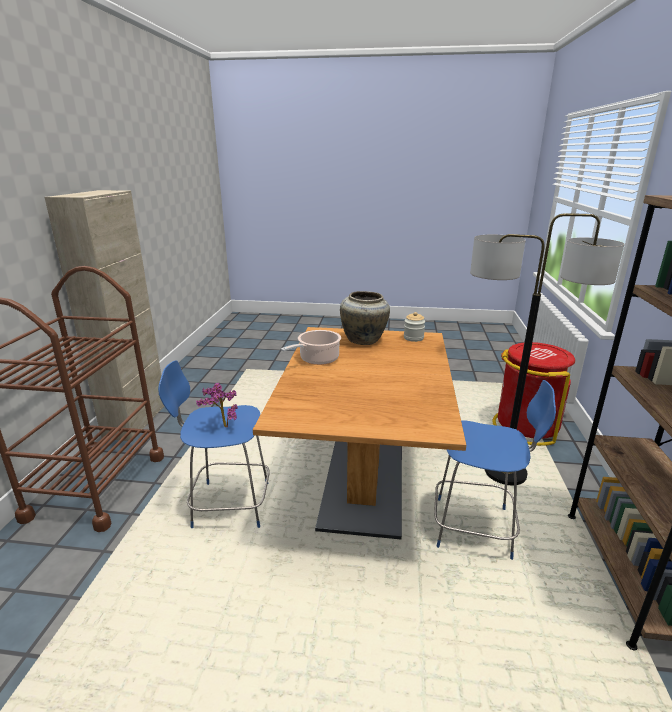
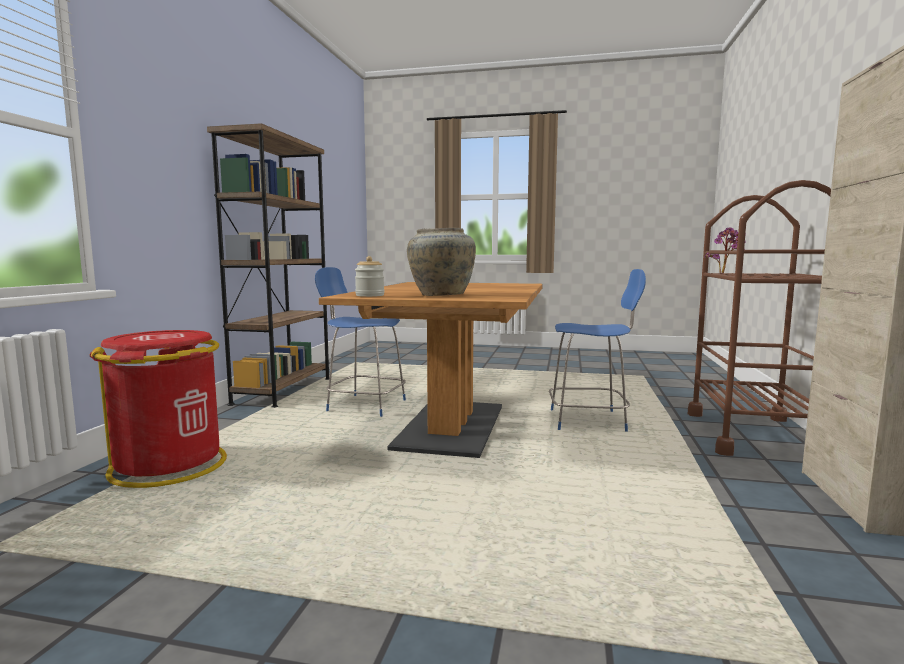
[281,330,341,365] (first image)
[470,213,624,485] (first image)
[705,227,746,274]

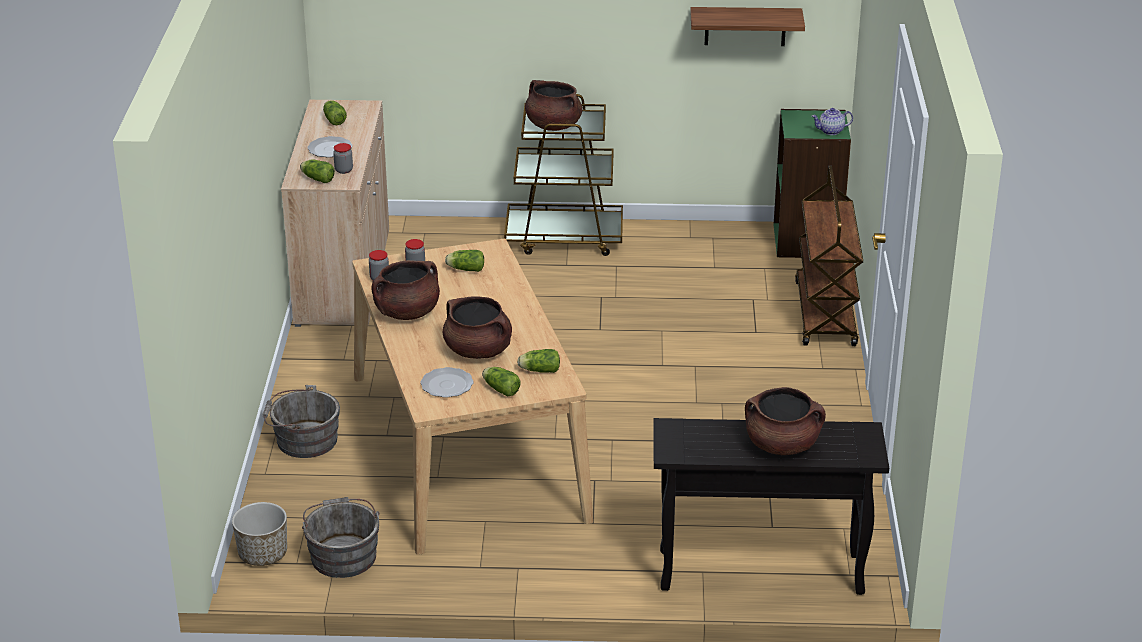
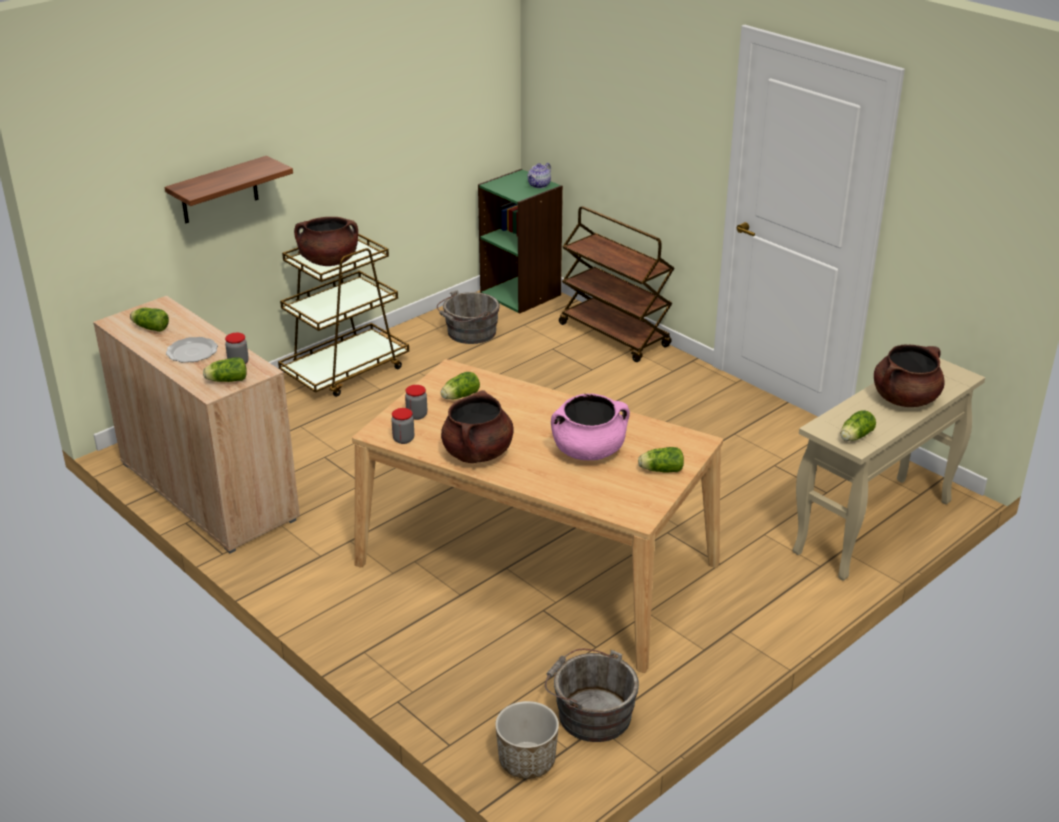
[420,367,474,398] (first image)
[437,290,500,344]
[841,410,876,441]
[165,156,293,223]
[551,393,630,460]
[792,358,985,581]

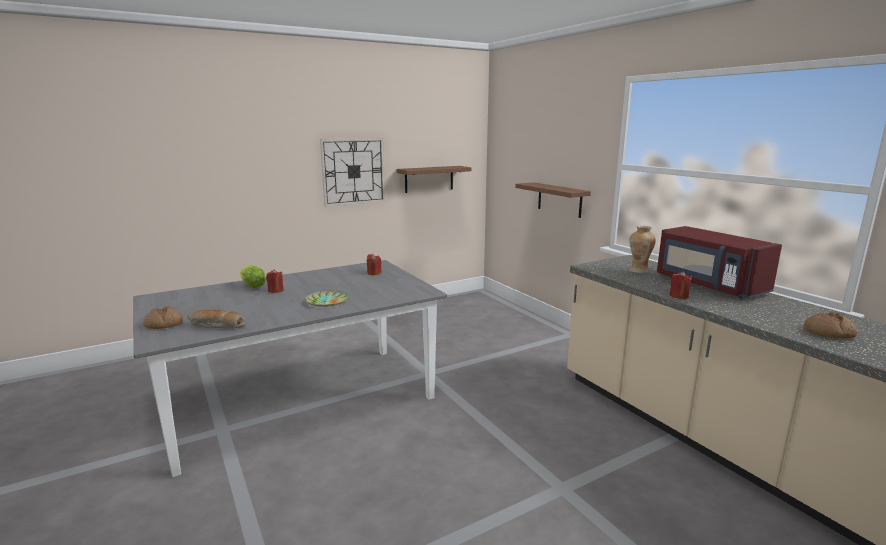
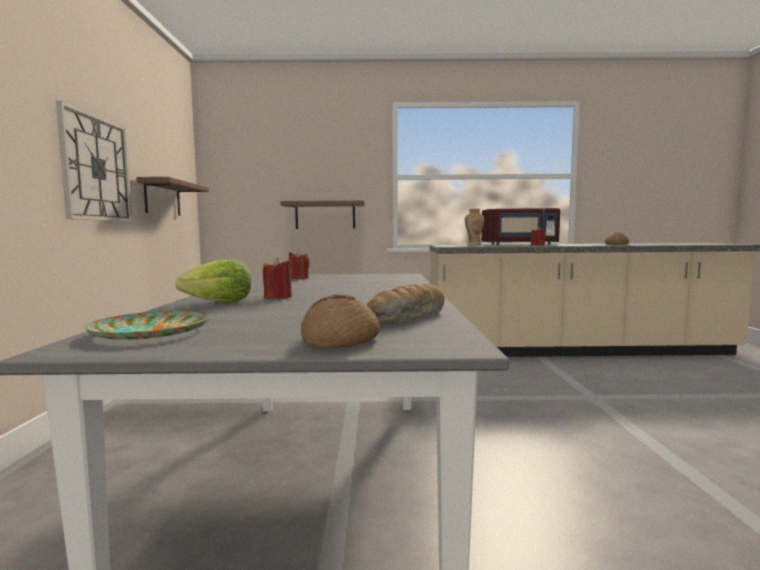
[85,311,209,340]

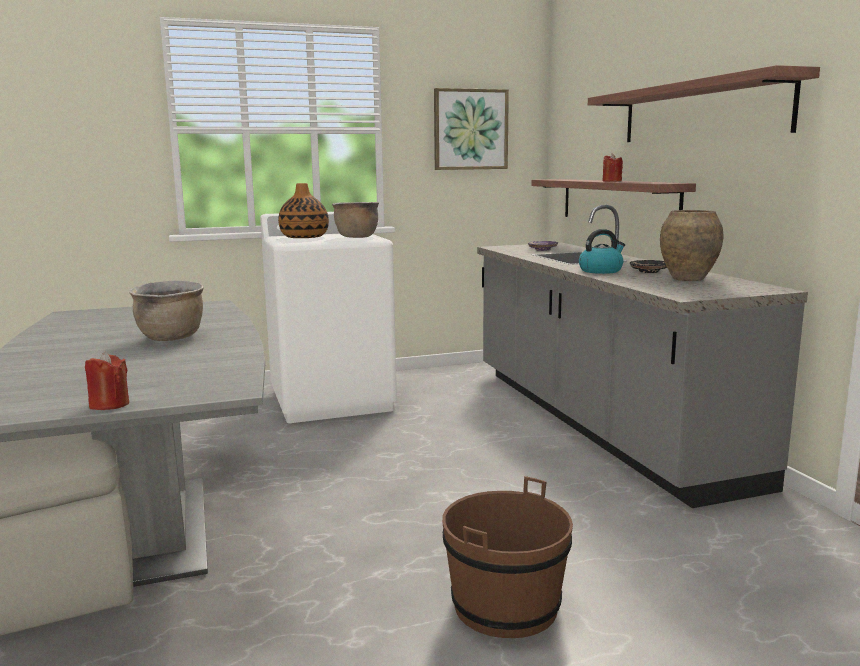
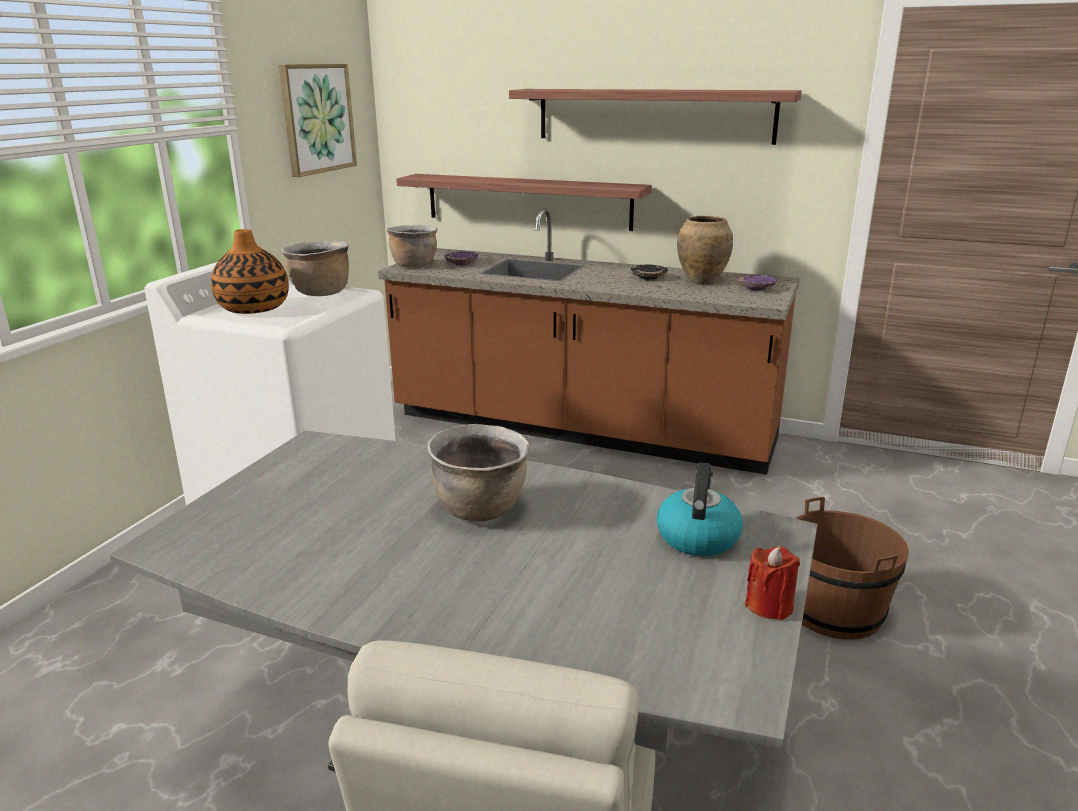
[602,153,623,182] (first image)
[387,225,437,268]
[737,275,777,290]
[657,462,743,556]
[378,209,800,475]

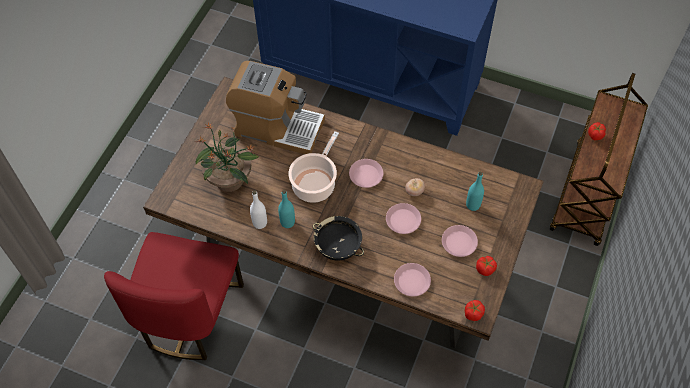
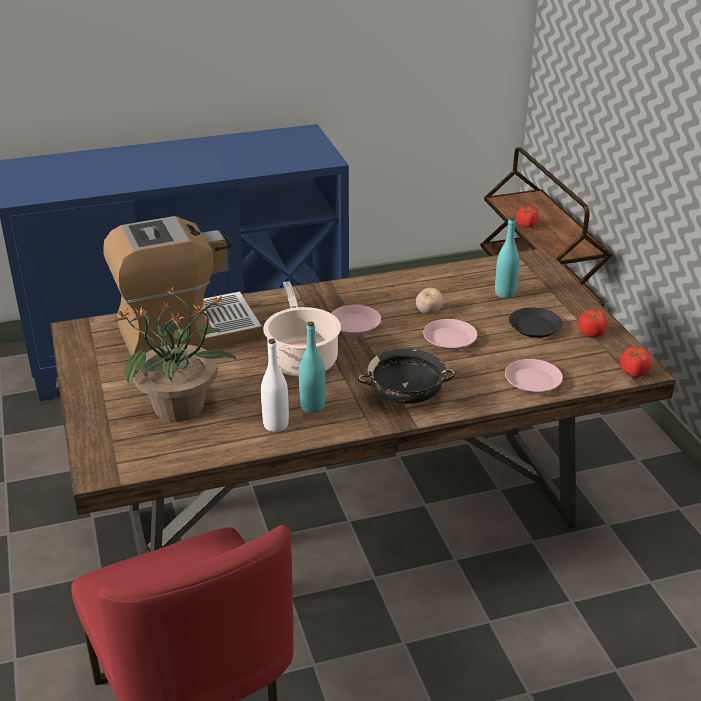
[509,307,563,338]

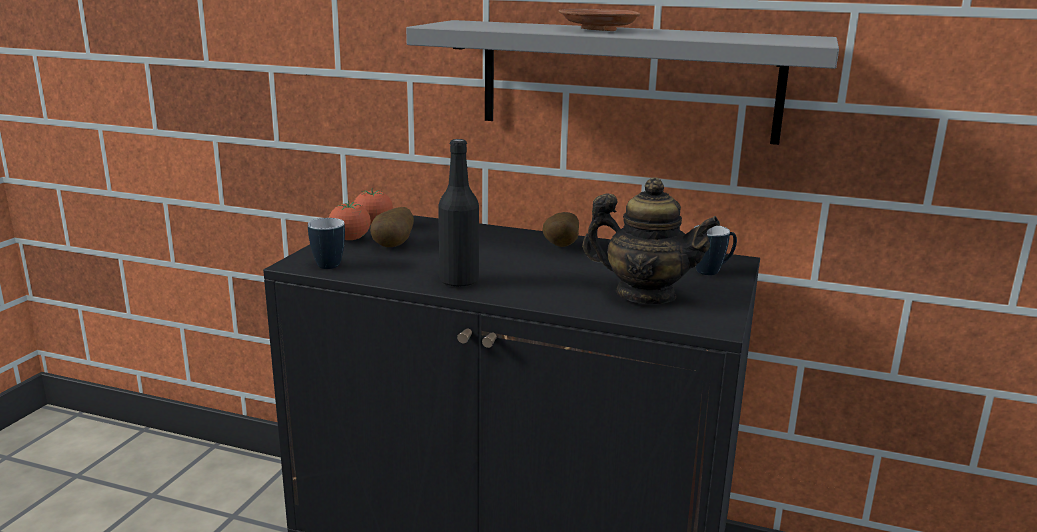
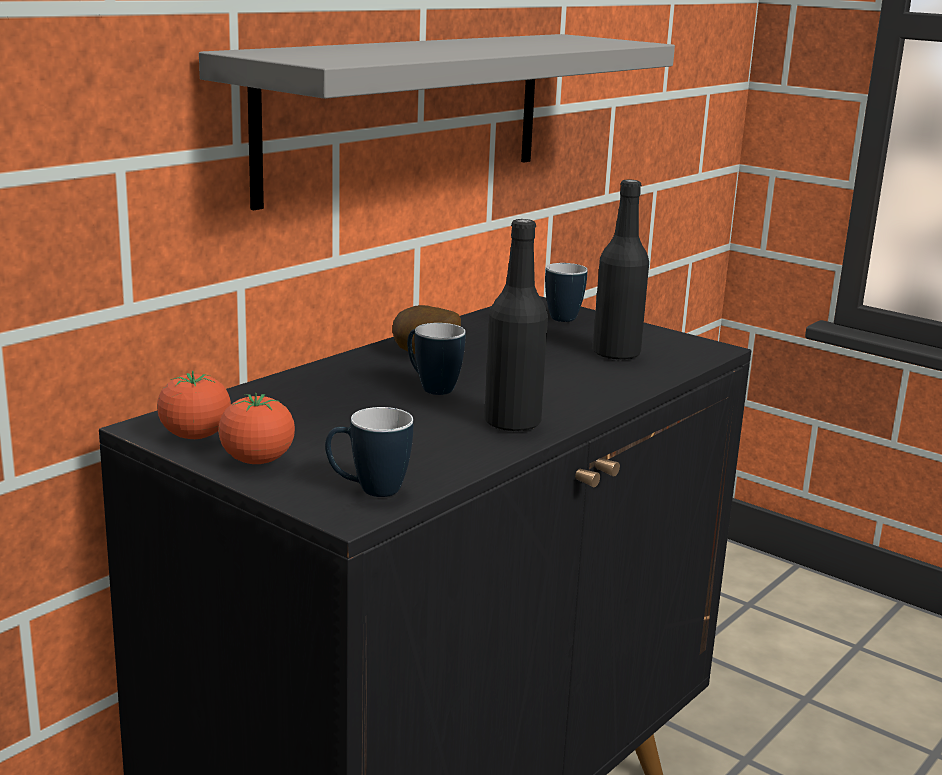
[370,207,414,247] (first image)
[559,8,640,31] (first image)
[407,323,465,395]
[593,179,649,361]

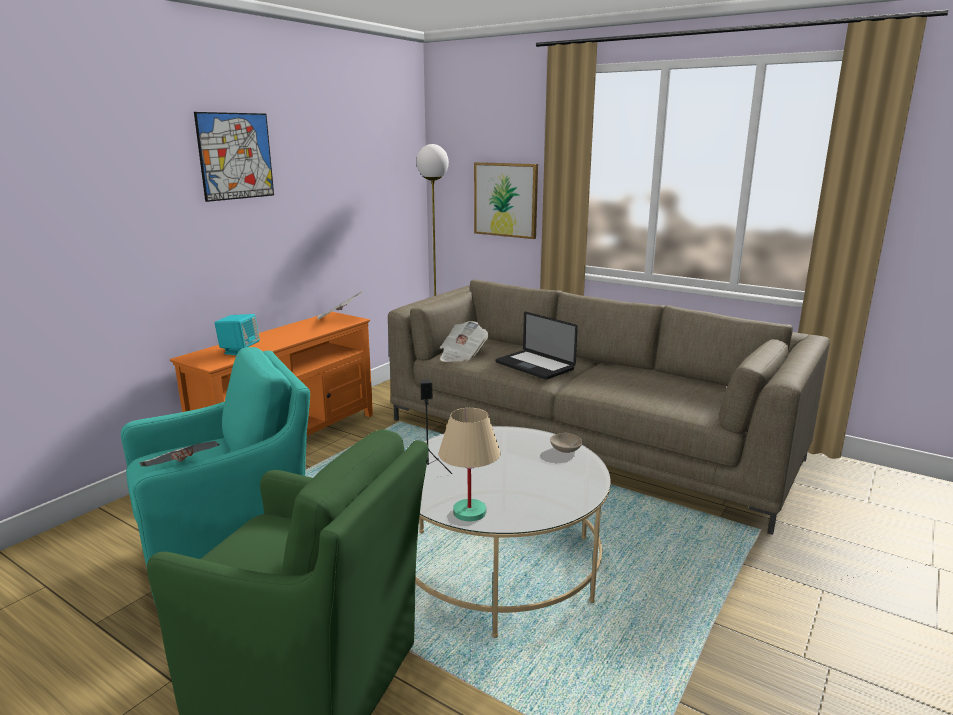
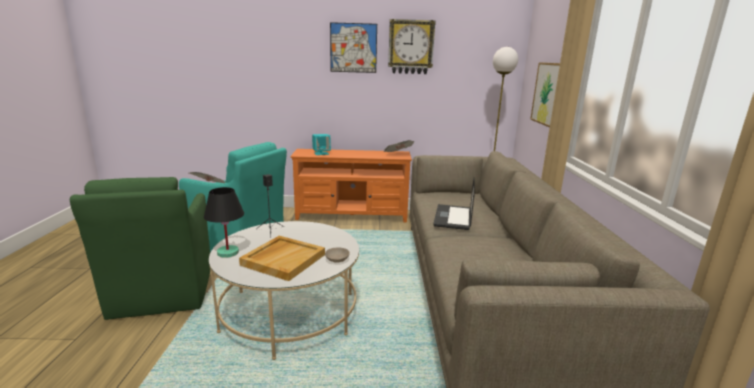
[439,321,488,362] (first image)
[239,236,325,281]
[388,19,436,74]
[204,187,244,258]

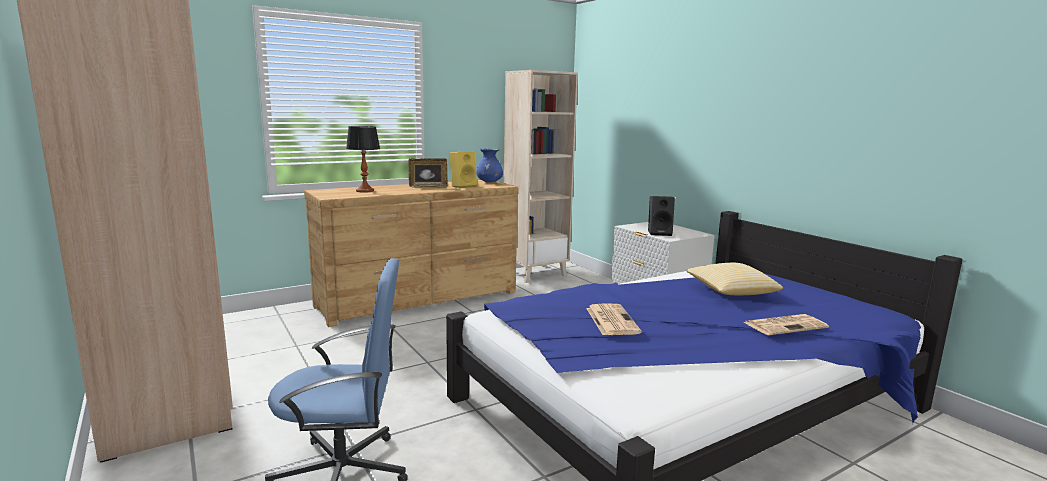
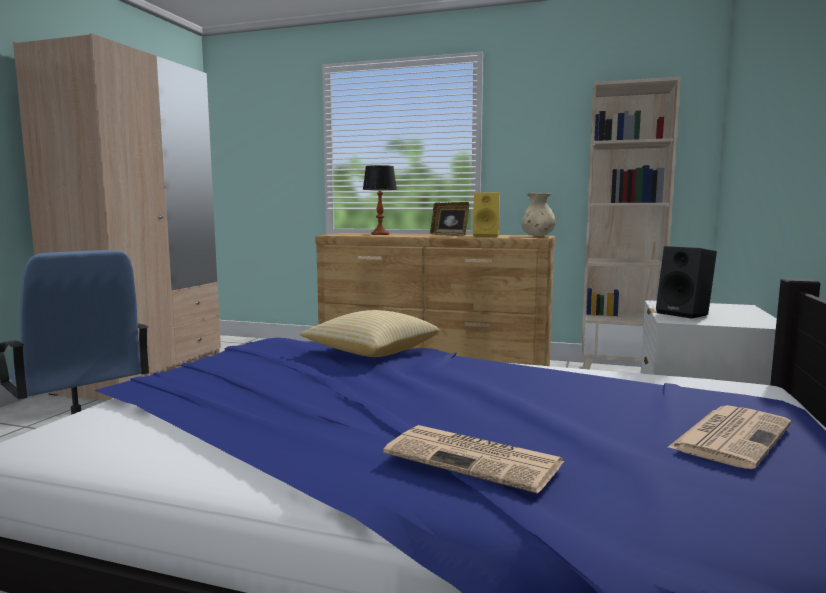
[667,405,791,469]
[300,310,439,357]
[521,193,555,236]

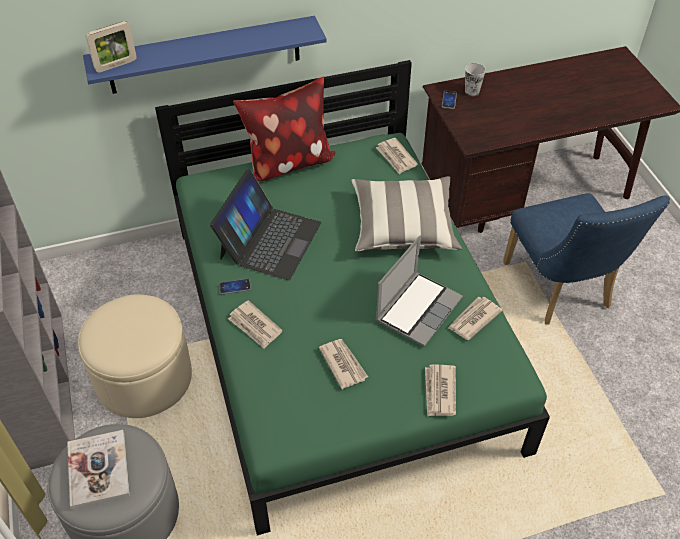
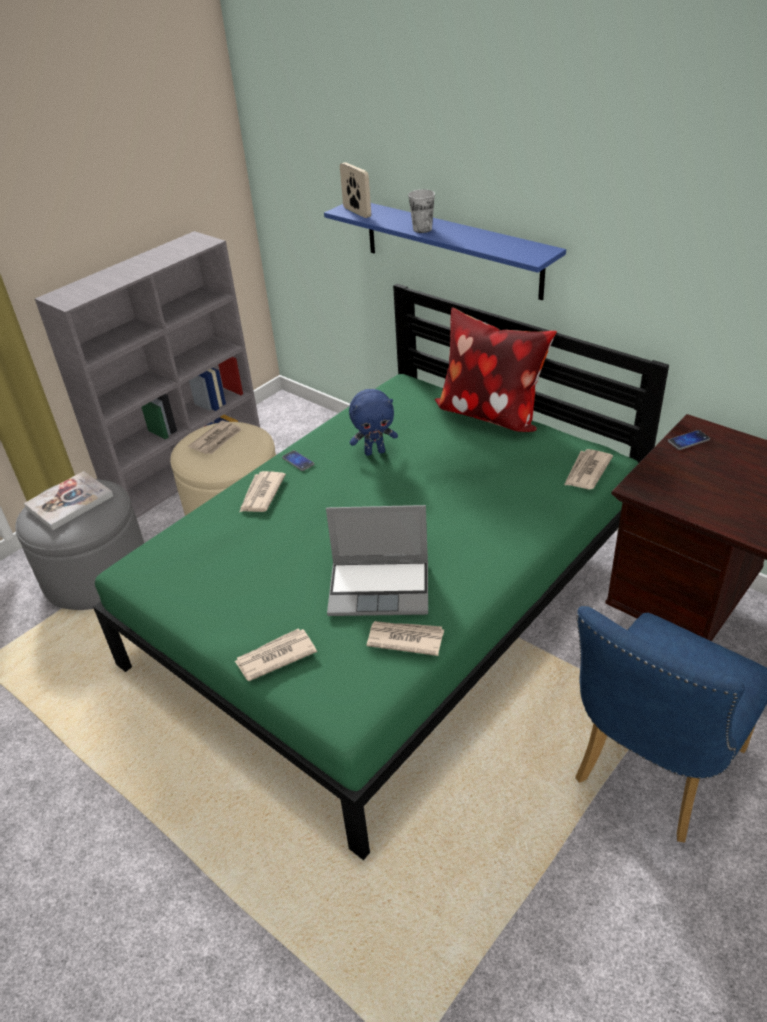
[352,176,462,251] (first image)
[188,421,242,454]
[408,189,435,233]
[349,389,398,456]
[340,162,371,218]

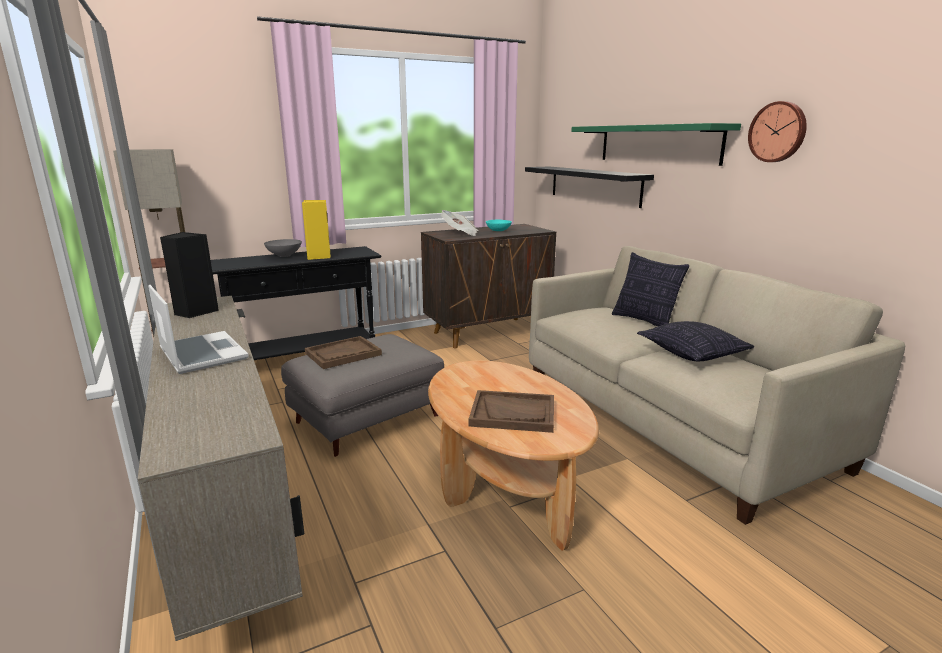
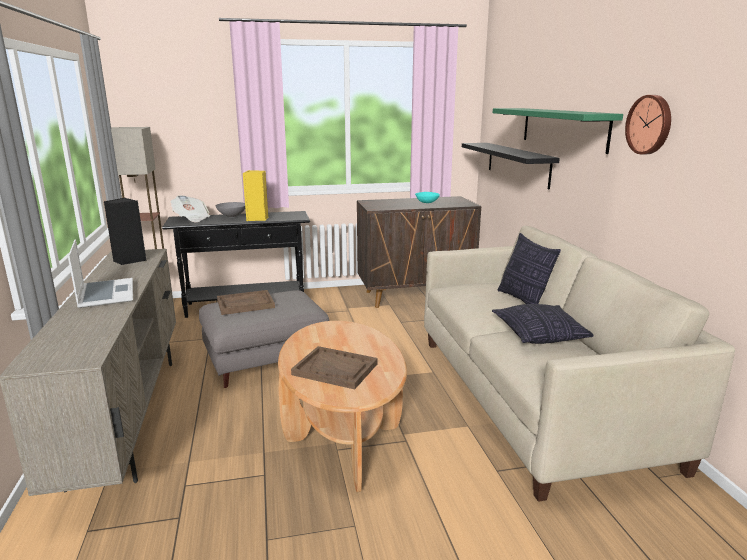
[171,195,210,222]

